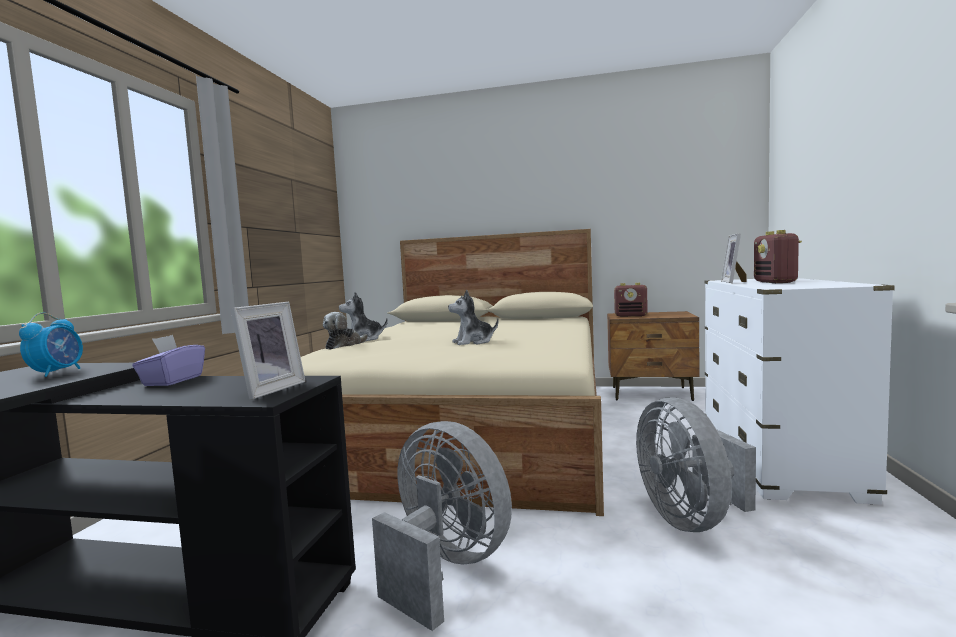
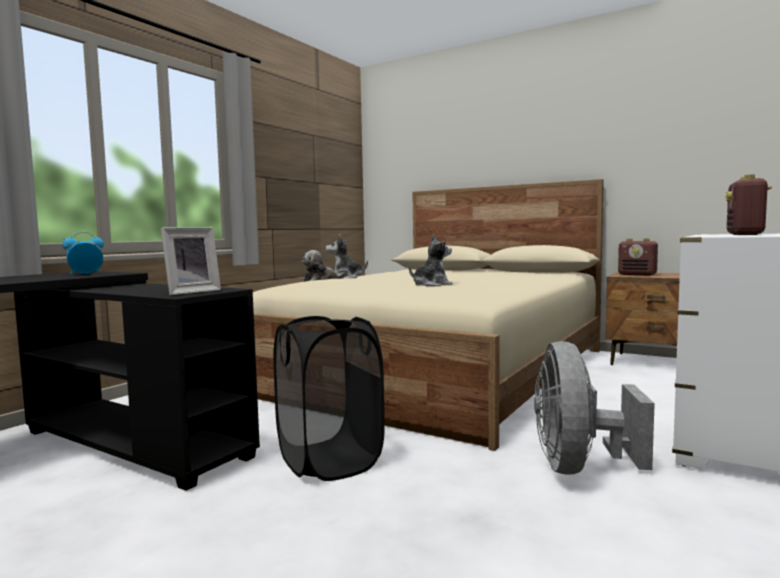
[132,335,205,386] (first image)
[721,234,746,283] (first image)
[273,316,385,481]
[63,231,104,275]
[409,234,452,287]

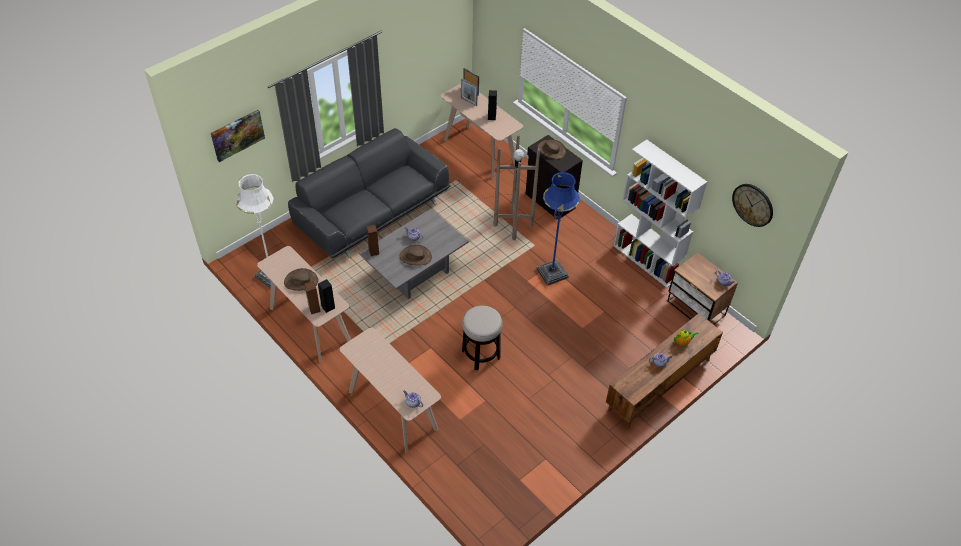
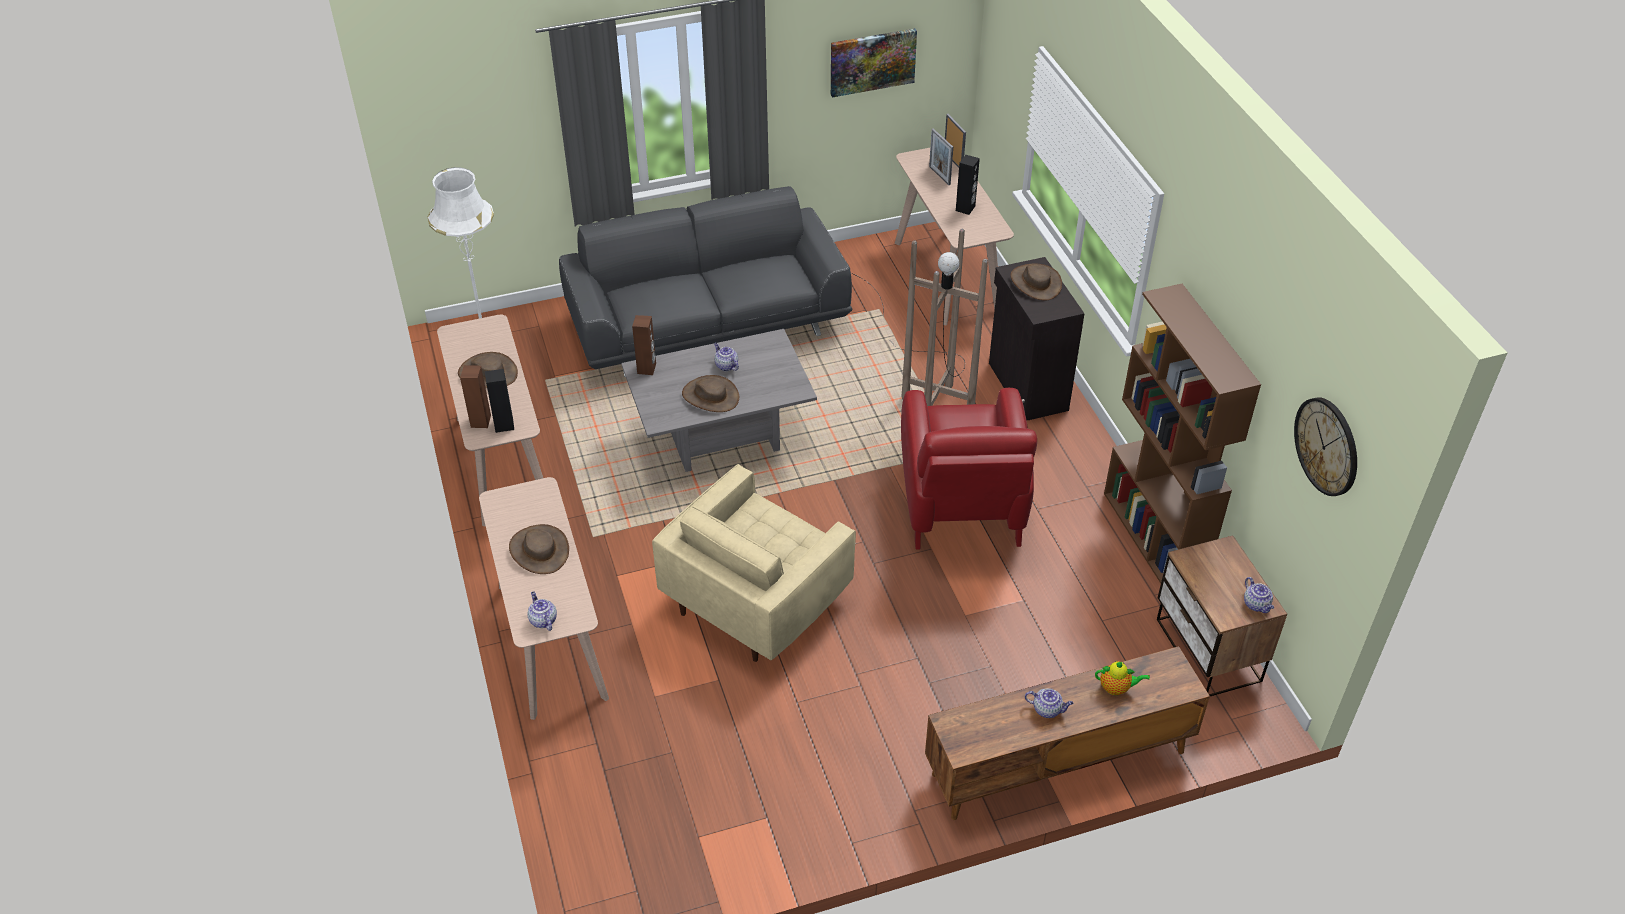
[509,524,569,574]
[831,28,917,97]
[652,464,856,662]
[901,388,1037,550]
[1104,284,1261,583]

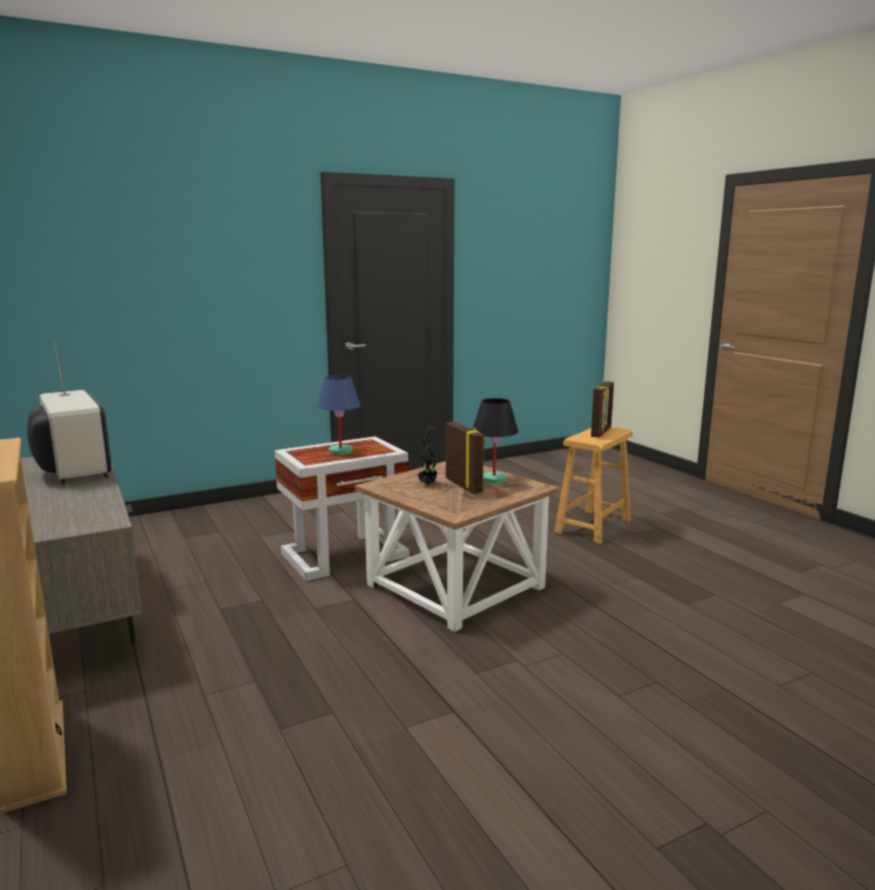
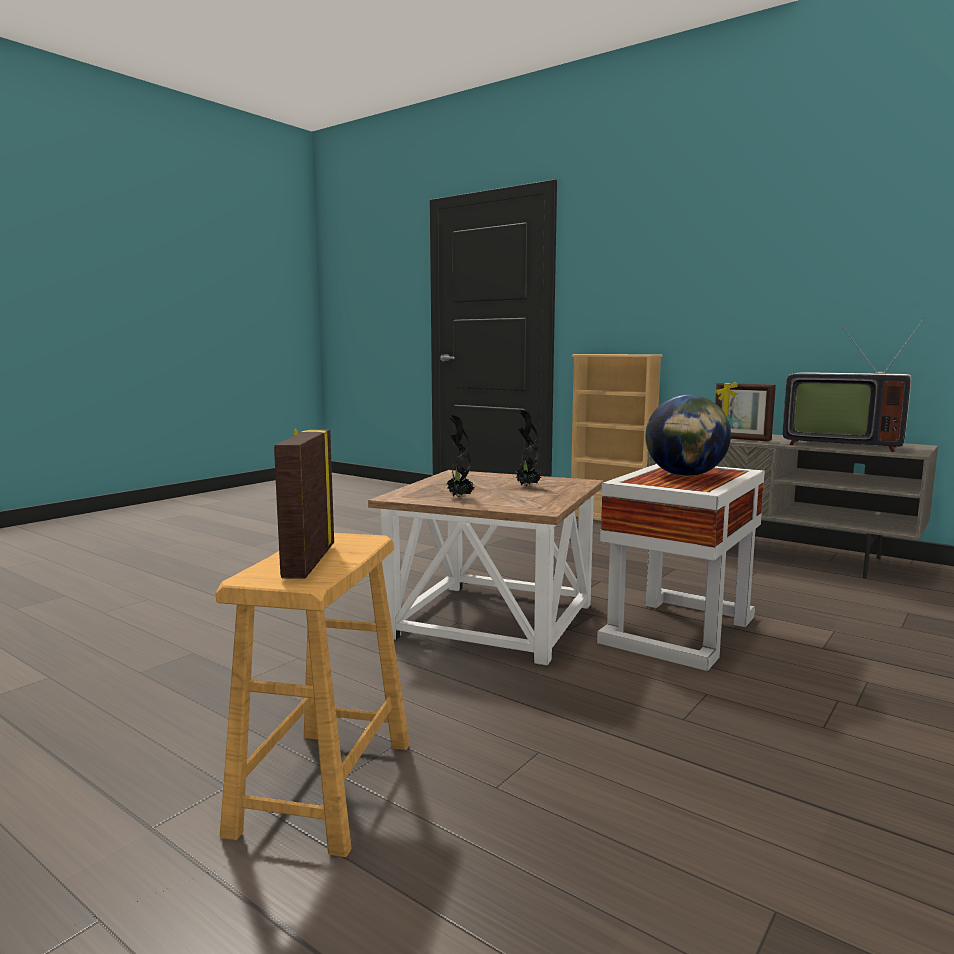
[715,381,776,441]
[645,395,731,476]
[447,415,474,497]

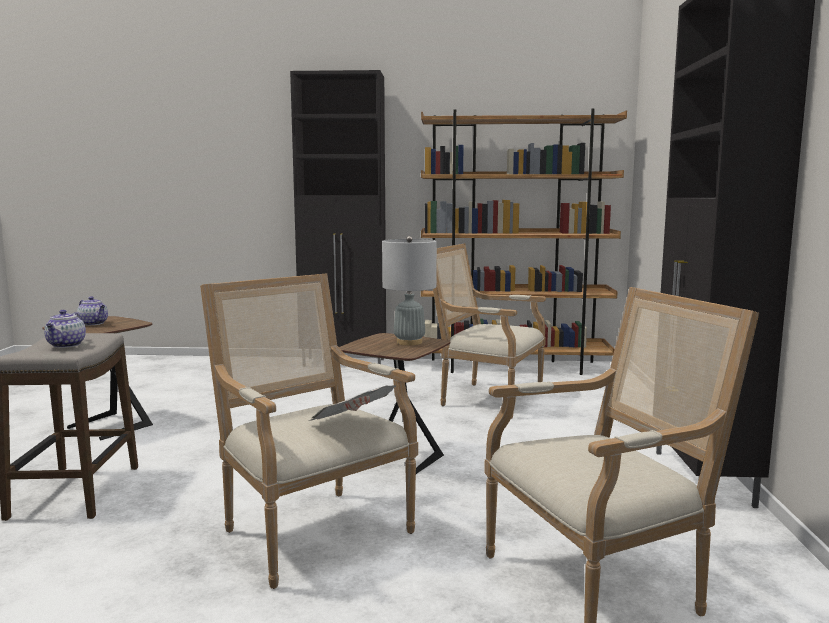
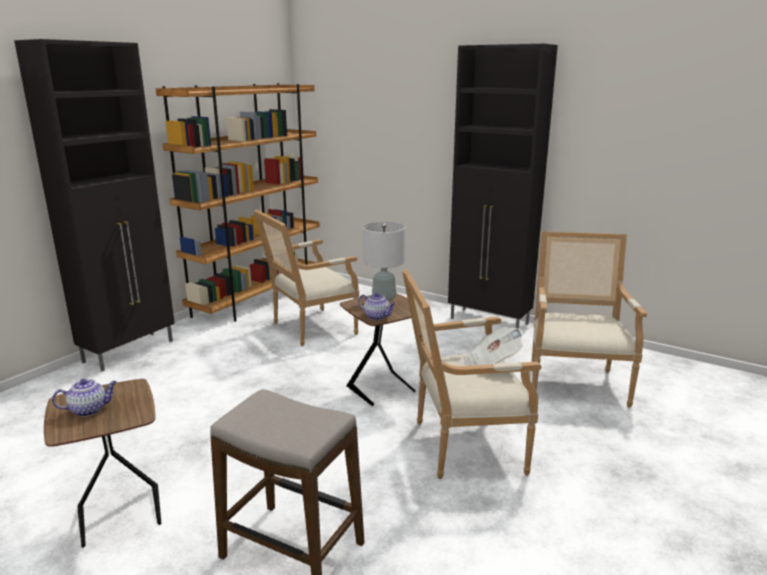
[358,293,396,320]

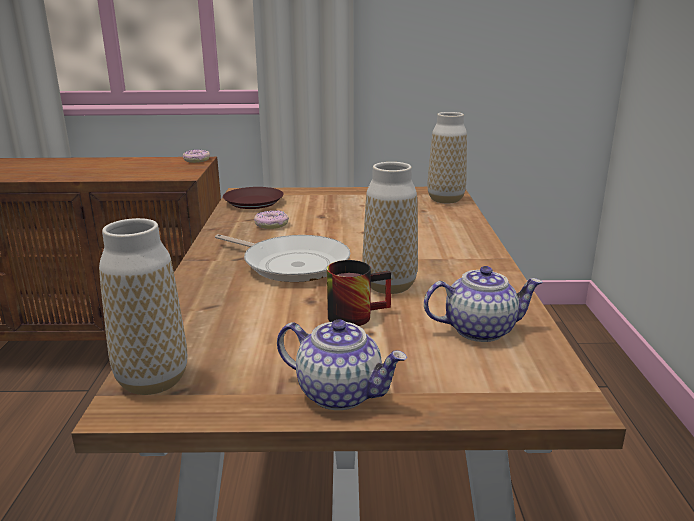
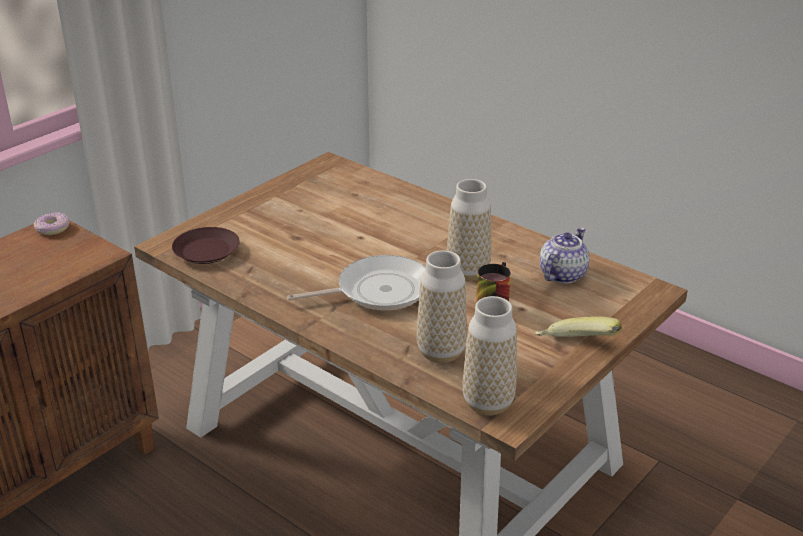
[254,211,289,229] (first image)
[417,251,467,363]
[535,316,622,337]

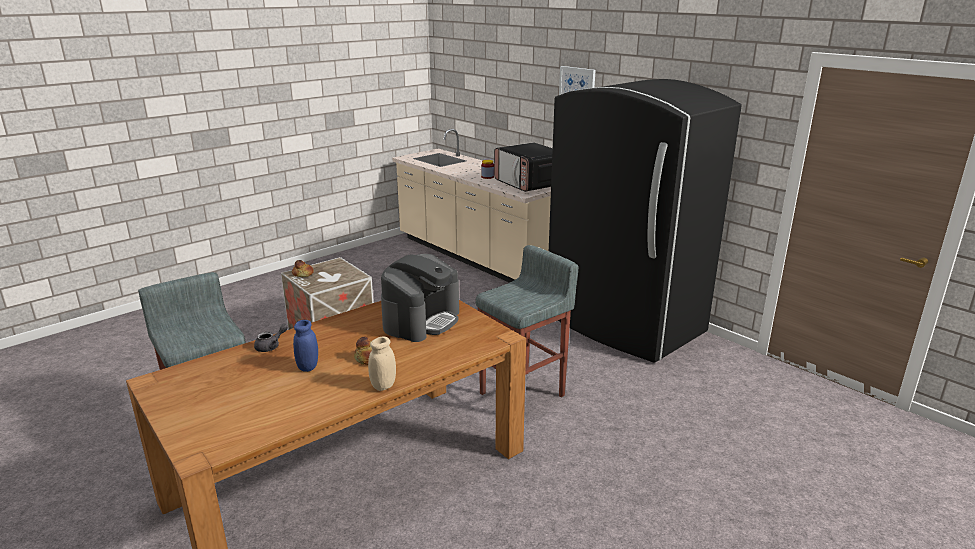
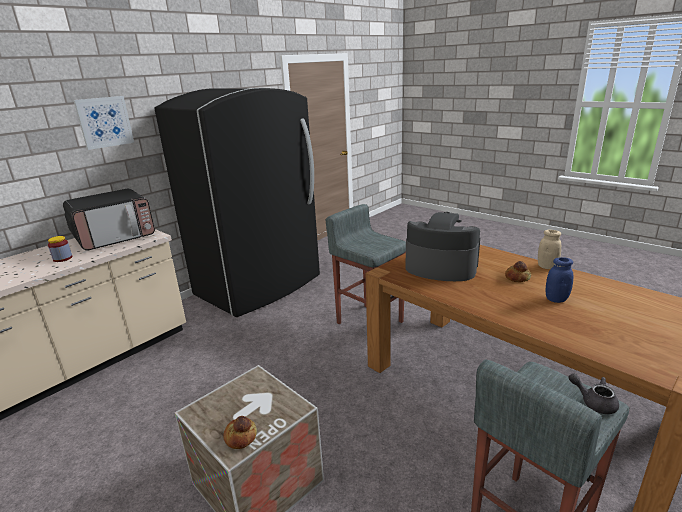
[568,373,619,414]

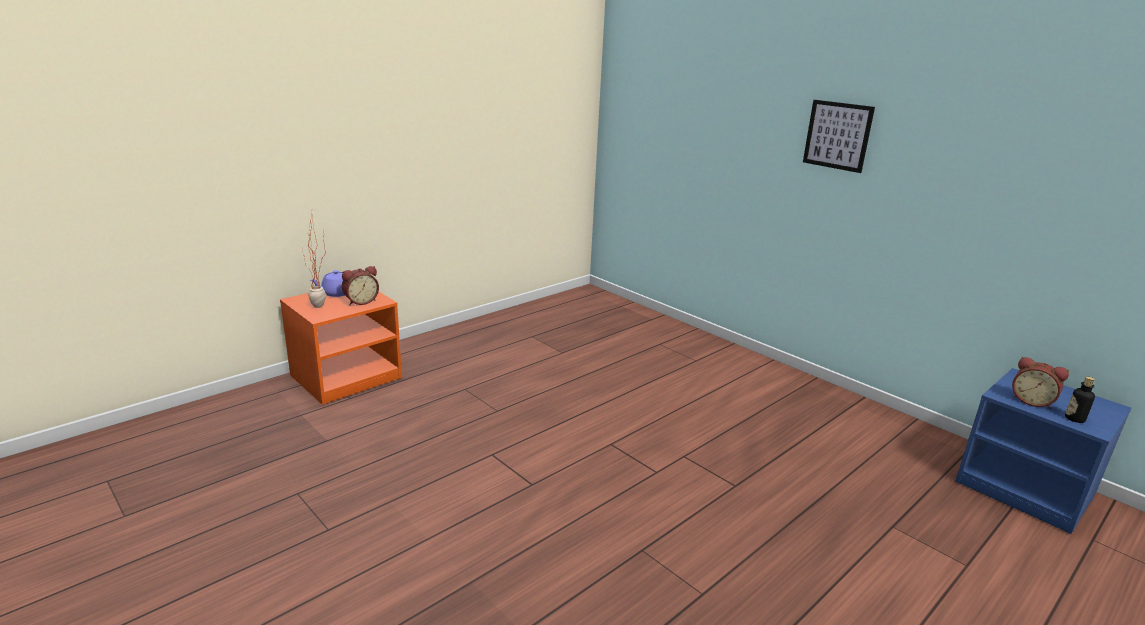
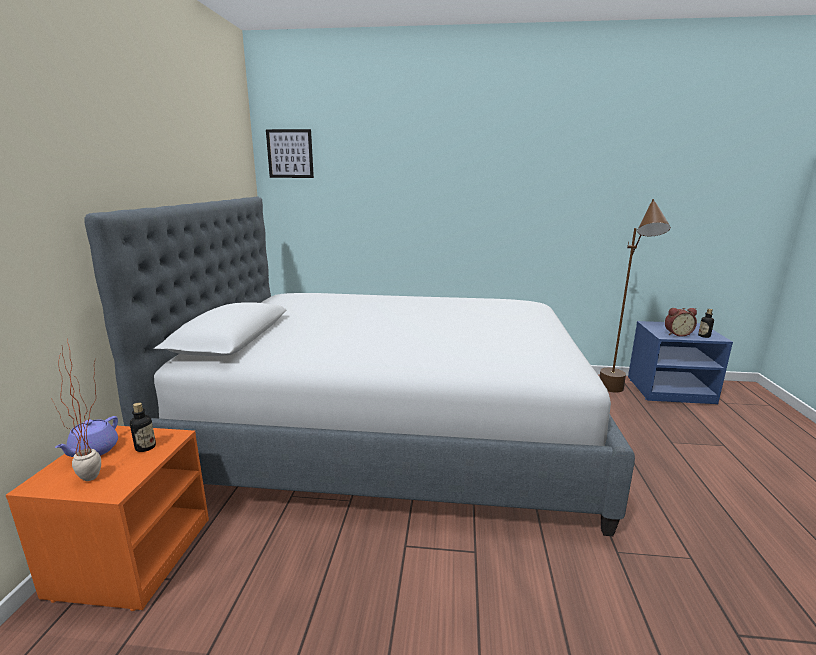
[84,197,635,536]
[599,199,671,392]
[266,129,314,178]
[130,402,156,452]

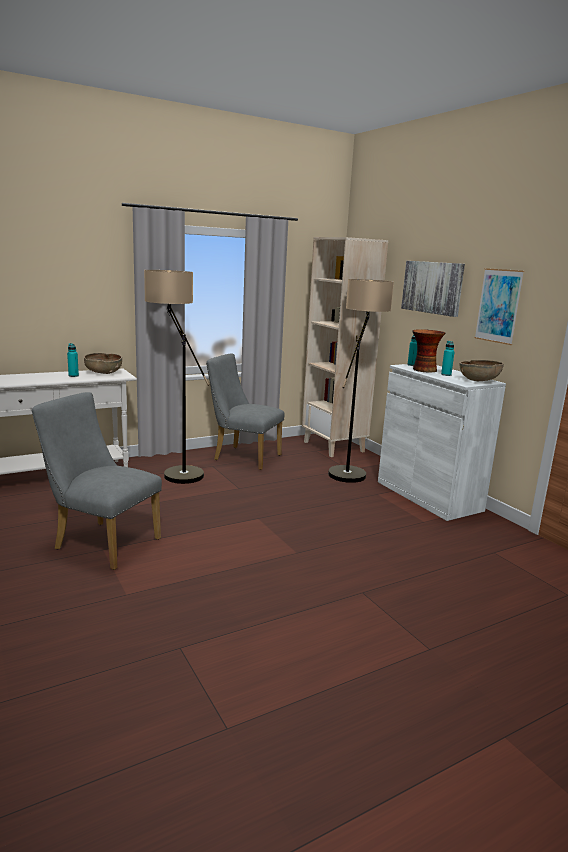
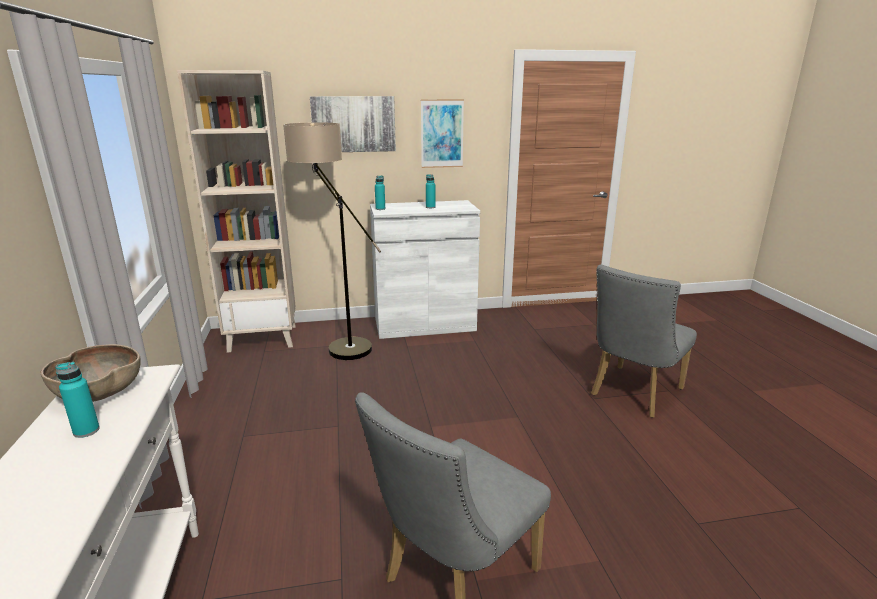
[144,270,209,484] (first image)
[412,329,446,372] (first image)
[460,360,504,381] (first image)
[591,265,697,418]

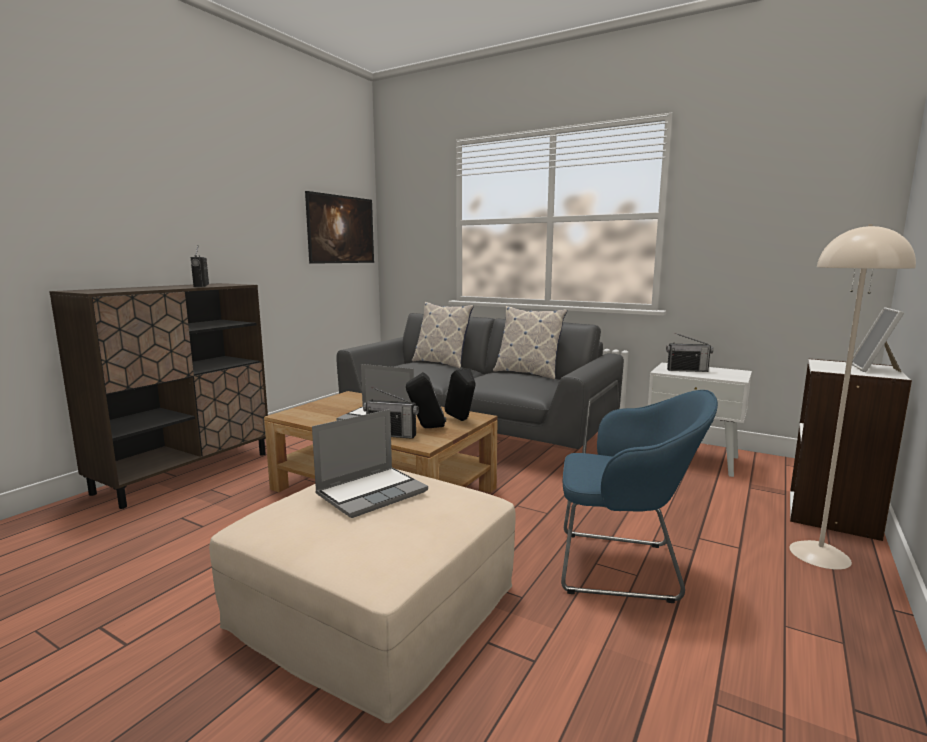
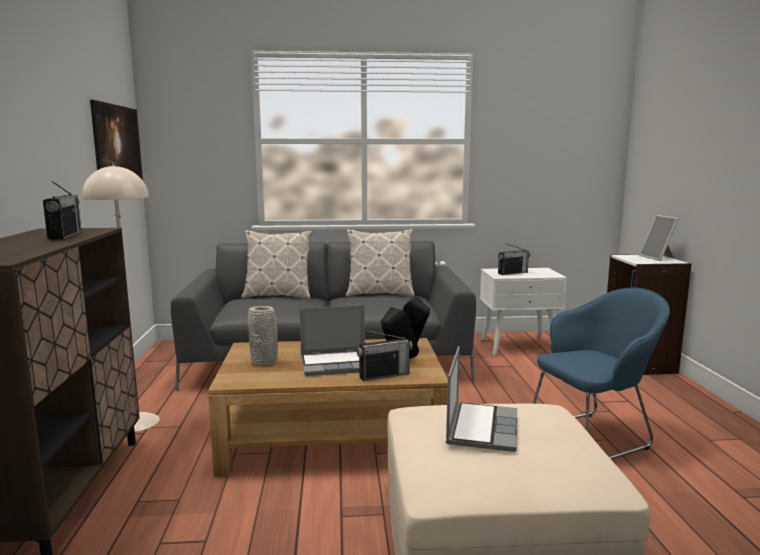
[248,306,278,366]
[82,165,160,432]
[43,181,82,240]

